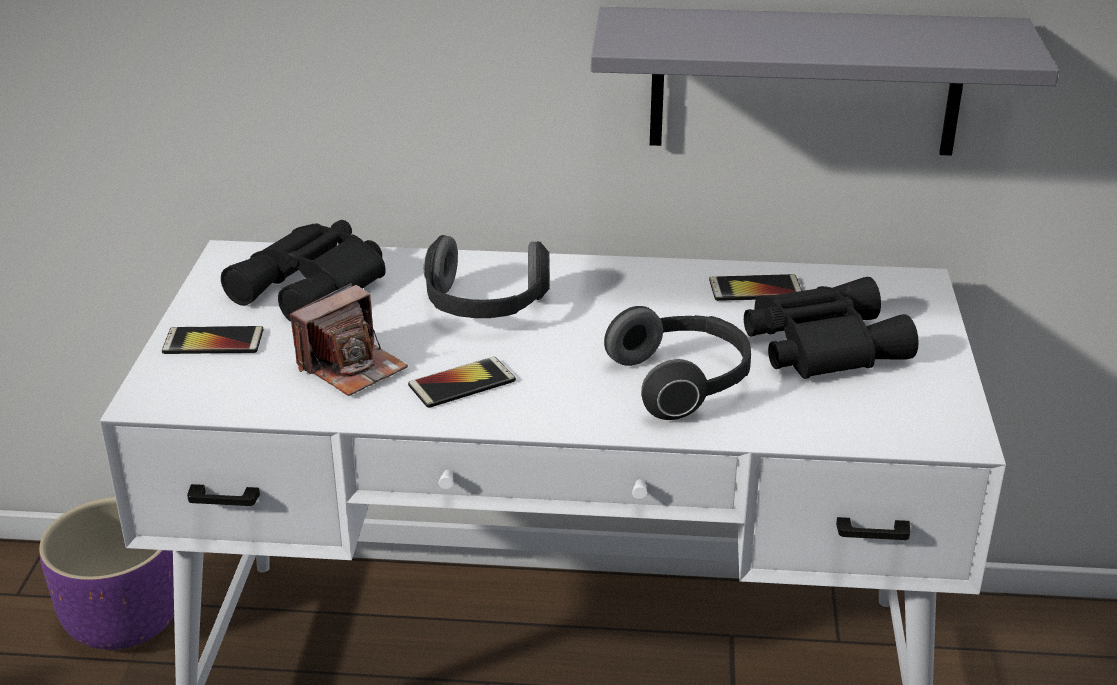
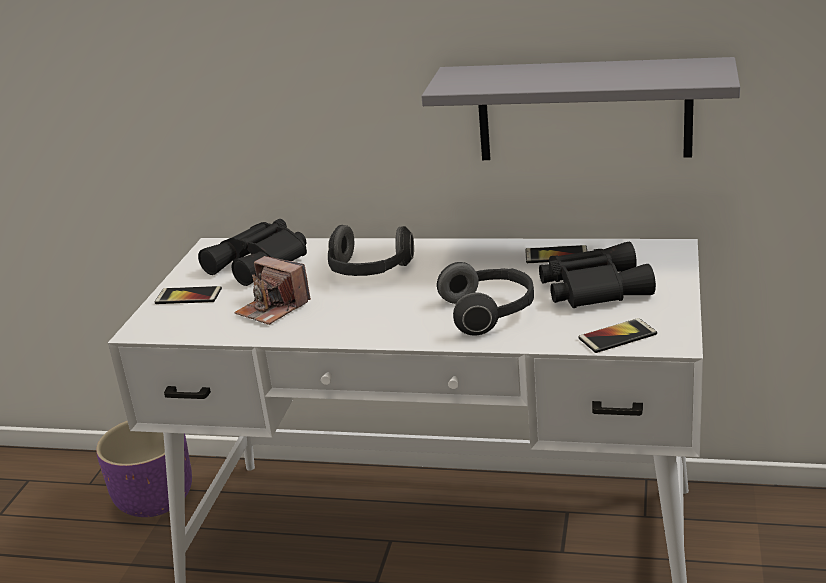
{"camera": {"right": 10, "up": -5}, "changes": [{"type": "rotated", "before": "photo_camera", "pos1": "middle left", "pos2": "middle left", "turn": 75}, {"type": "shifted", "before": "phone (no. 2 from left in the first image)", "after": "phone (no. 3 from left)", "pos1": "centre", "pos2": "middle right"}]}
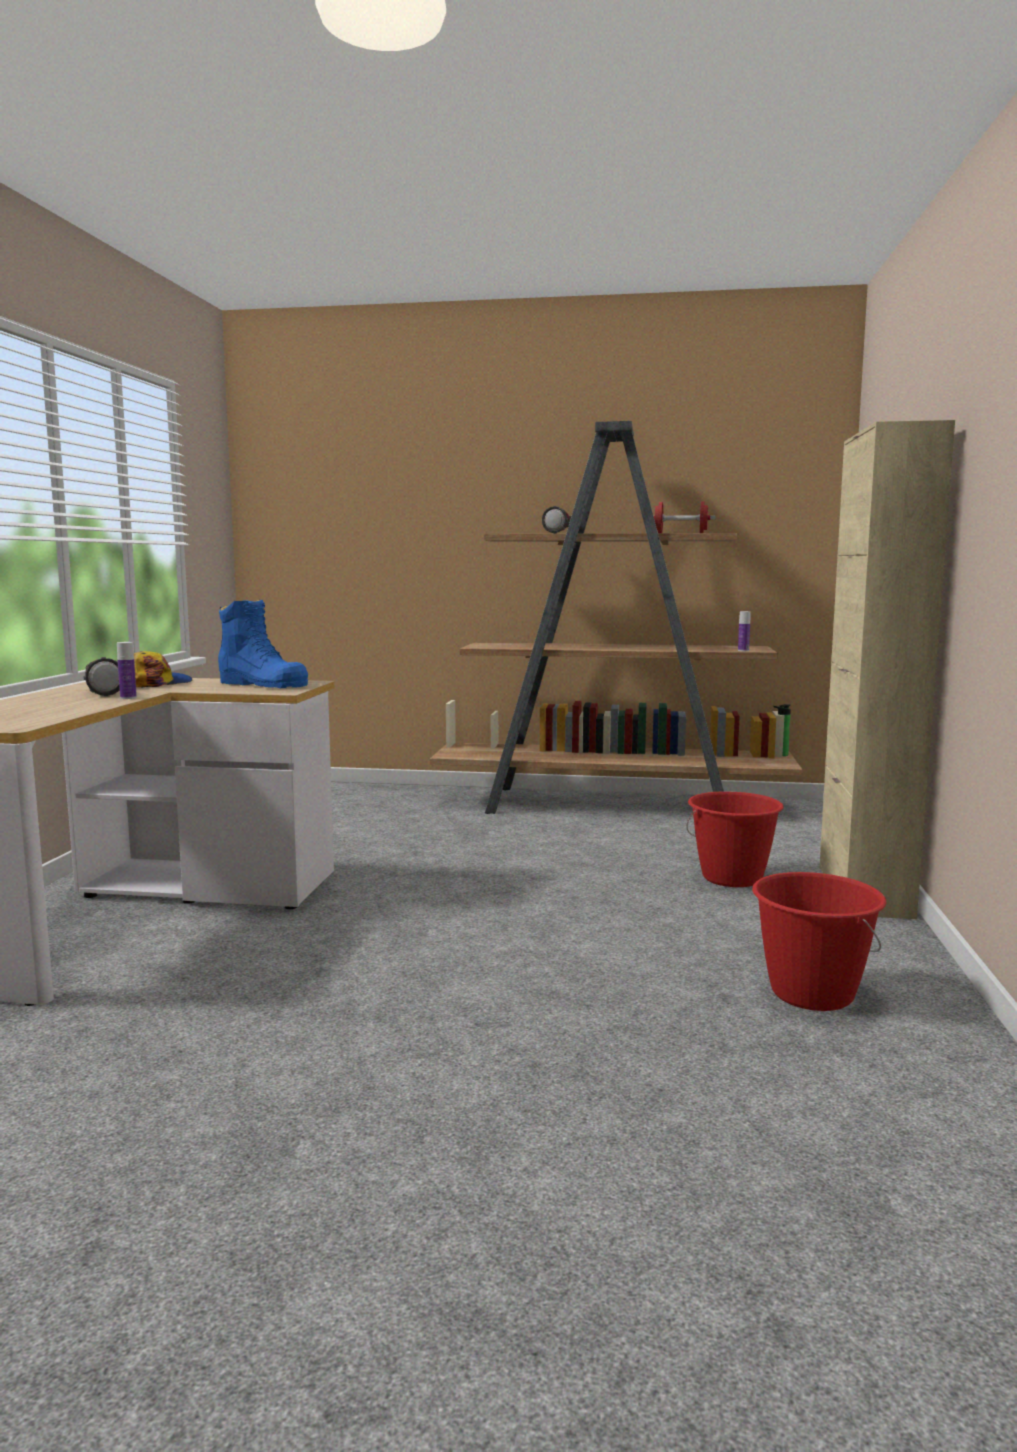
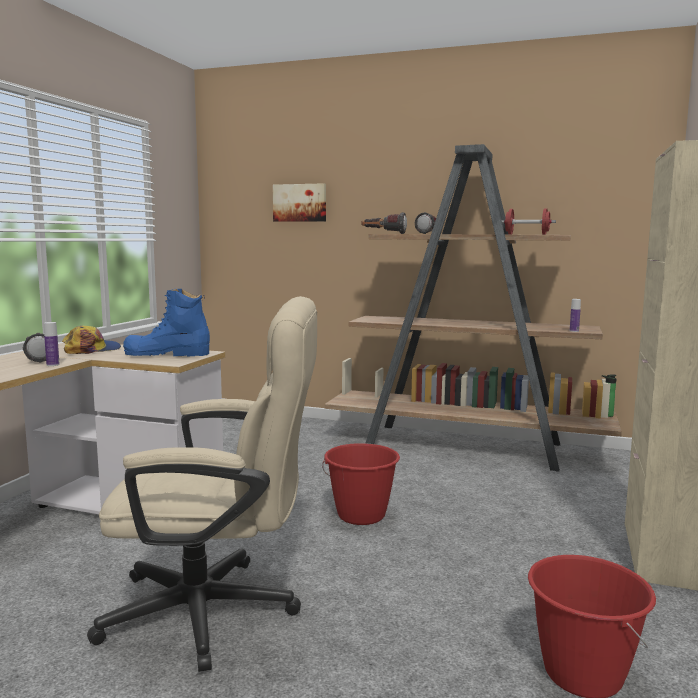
{"camera": {"right": 10, "up": 0}, "changes": [{"type": "new", "after": "beige_office_chair", "pos2": "bottom left"}, {"type": "rotated", "before": "blue_boot", "pos1": "middle left", "pos2": "middle left", "turn": 135}, {"type": "new", "after": "picture", "pos2": "top centre"}, {"type": "shifted", "before": "red_bucket (no. 1 from left)", "pos1": "middle right", "pos2": "bottom centre"}, {"type": "new", "after": "flashlight (no. 2 from left)", "pos2": "top centre"}]}
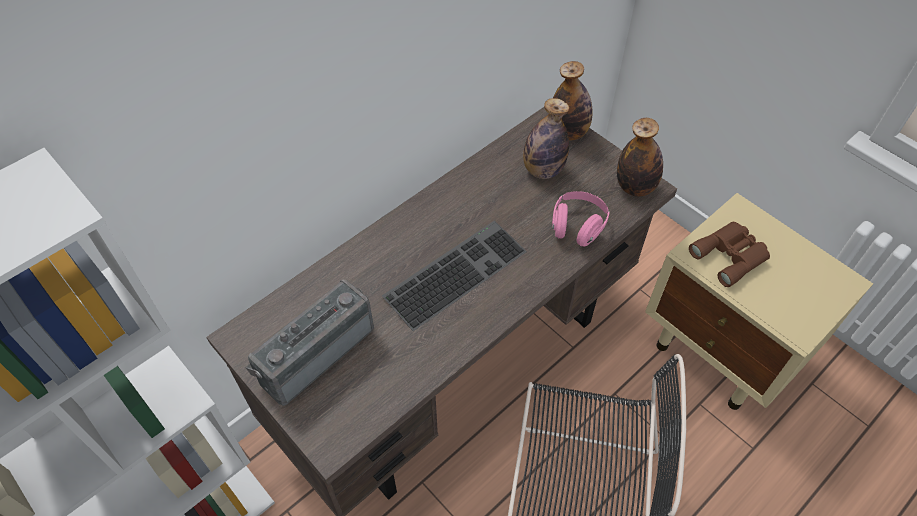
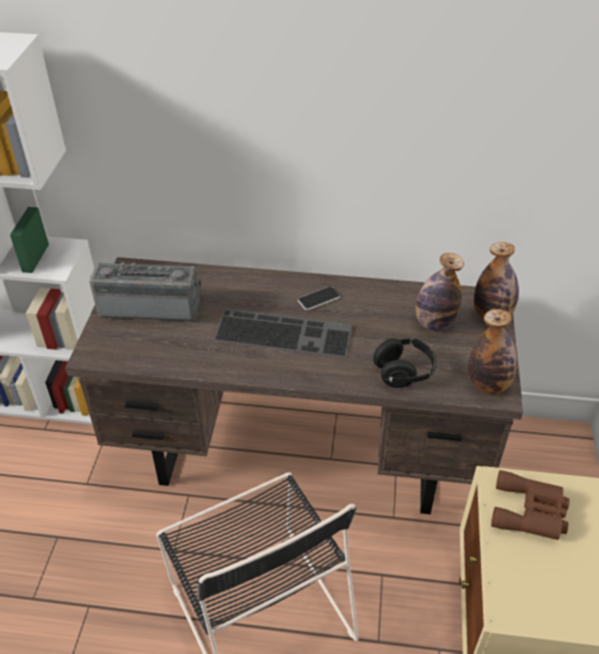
{"camera": {"right": 50, "up": -10}, "changes": [{"type": "new", "after": "phone", "pos2": "centre"}, {"type": "repainted", "before": "pink_headphones", "after": "black_headphones", "pos1": "centre", "pos2": "middle right"}]}
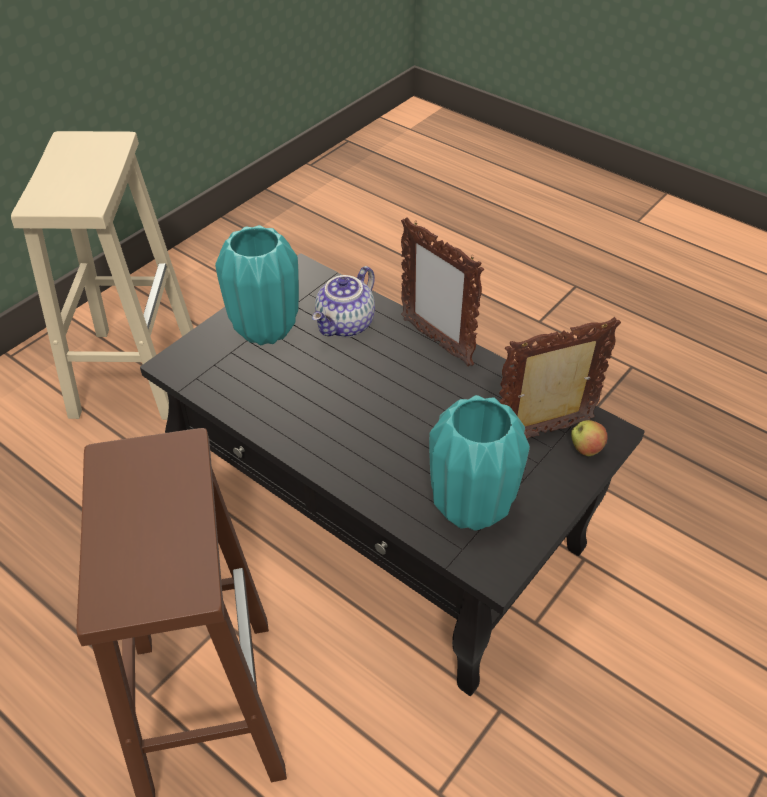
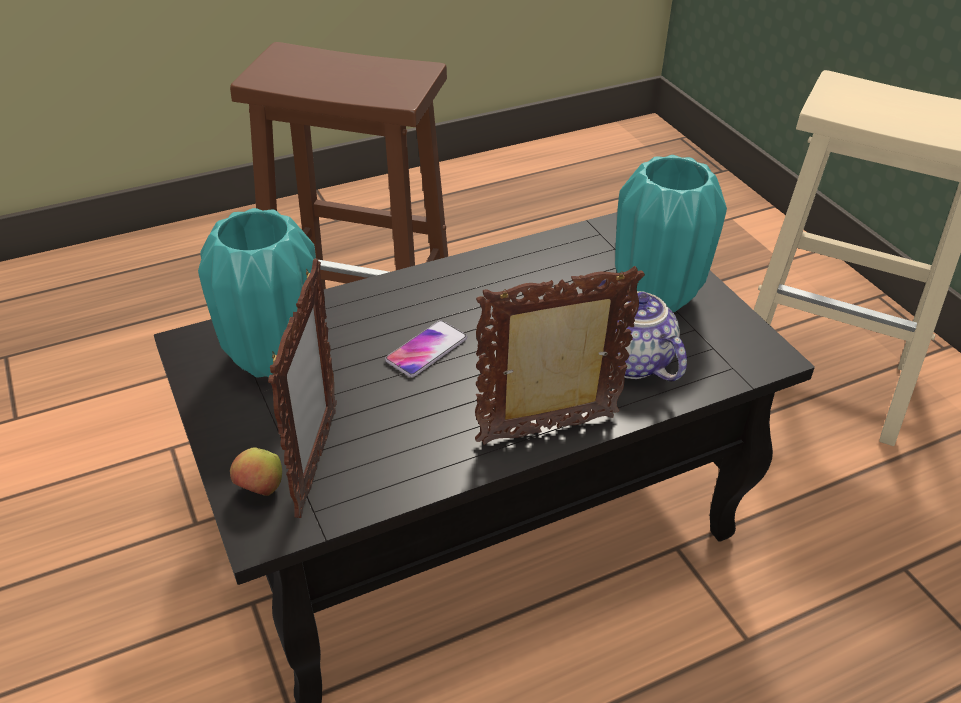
{"camera": {"right": 115, "up": -5}, "changes": [{"type": "new", "after": "phone", "pos2": "centre"}]}
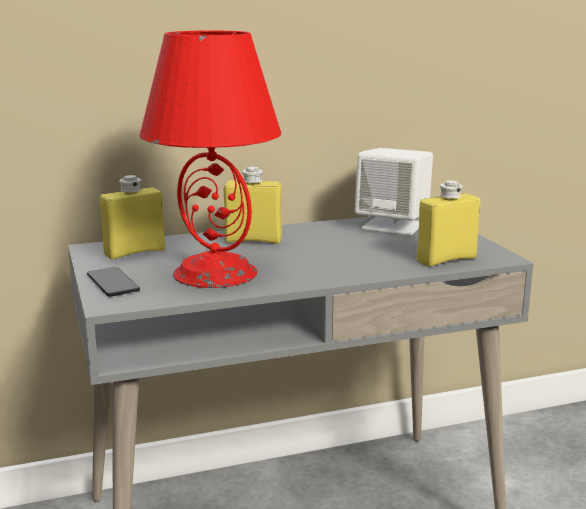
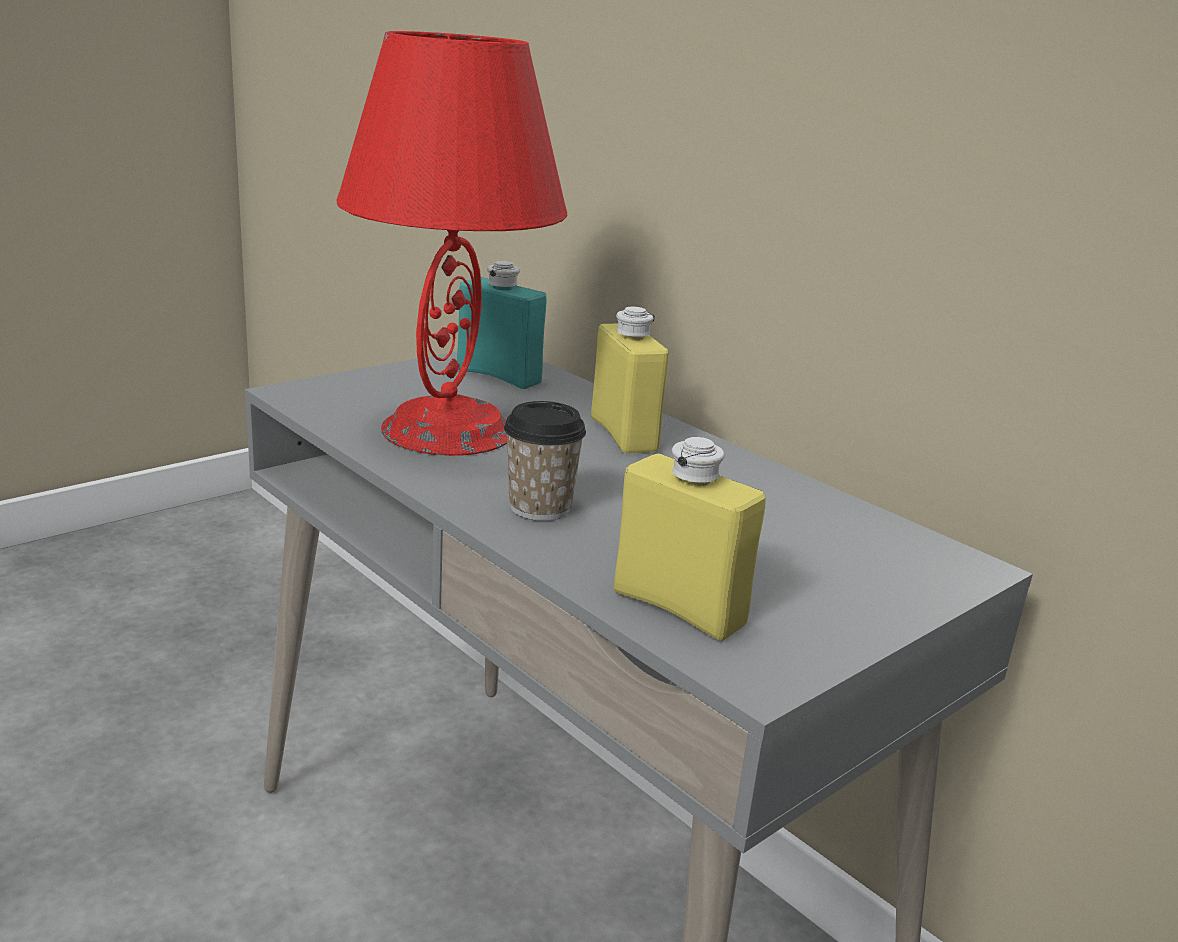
{"camera": {"right": 65, "up": 5}, "changes": [{"type": "repainted", "before": "yellow_bottle (no. 1 from left)", "after": "turquoise_bottle", "pos1": "middle left", "pos2": "centre"}, {"type": "new", "after": "cup", "pos2": "centre"}, {"type": "gone", "before": "phone", "pos1": "middle left"}, {"type": "gone", "before": "white_speaker", "pos1": "middle right"}]}
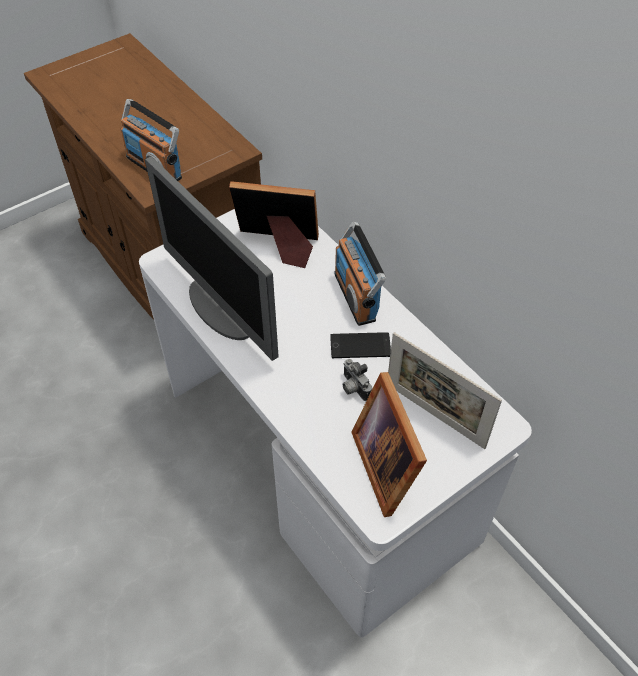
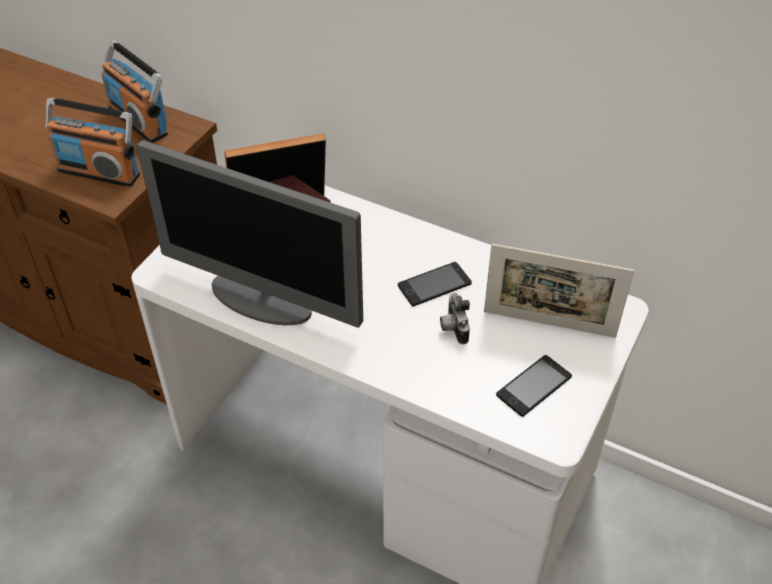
{"camera": {"right": -25, "up": -5}, "changes": [{"type": "shifted", "before": "radio (no. 2 from left)", "pos1": "centre", "pos2": "top left"}, {"type": "rotated", "before": "photo_camera", "pos1": "centre", "pos2": "centre", "turn": 45}, {"type": "swapped", "before": "picture_frame (no. 2 from left)", "after": "phone (no. 2 from left)", "pos1": "centre", "pos2": "middle right"}]}
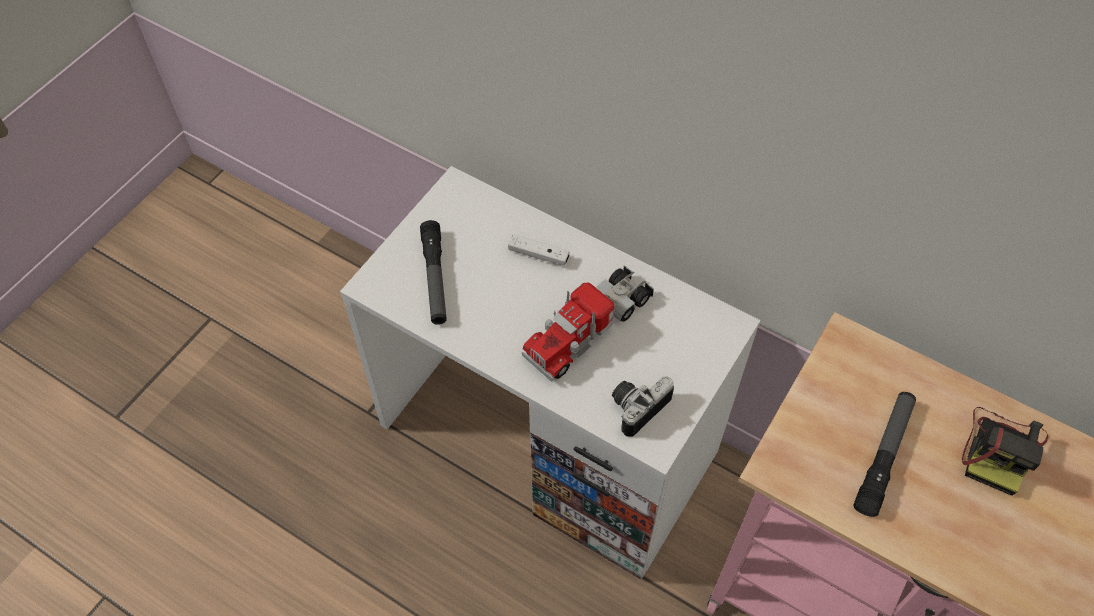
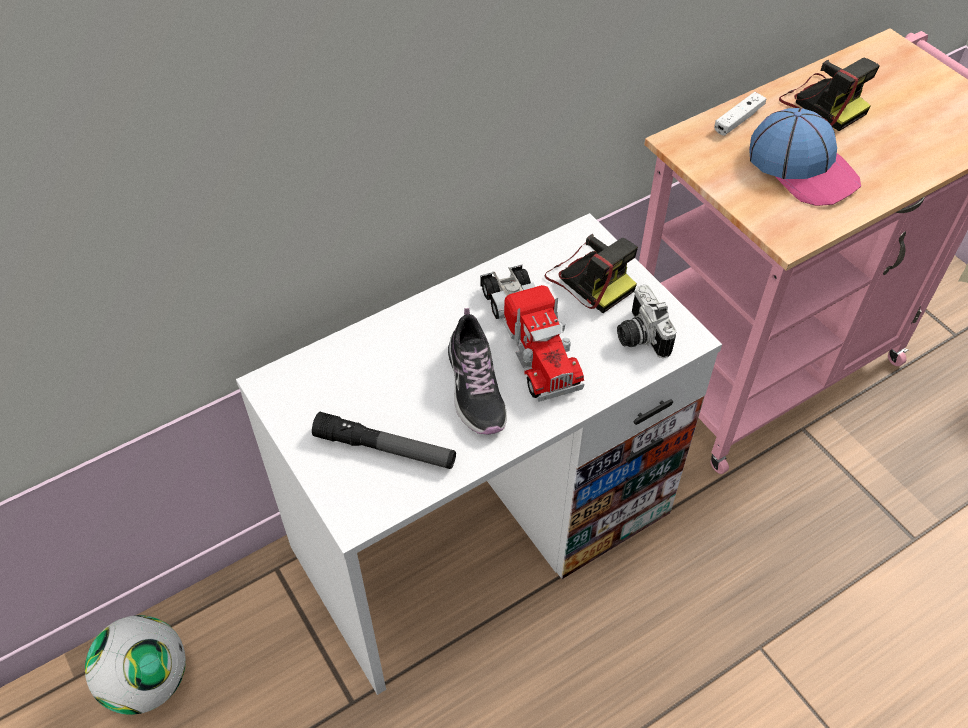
{"camera": {"right": -65, "up": -5}, "changes": [{"type": "new", "after": "football", "pos2": "bottom left"}, {"type": "new", "after": "shoe", "pos2": "centre"}, {"type": "new", "after": "photo_camera (no. 1 from left)", "pos2": "centre"}, {"type": "shifted", "before": "white_game_controller", "pos1": "centre", "pos2": "top right"}, {"type": "swapped", "before": "flashlight (no. 2 from left)", "after": "cap", "pos1": "bottom right", "pos2": "top right"}]}
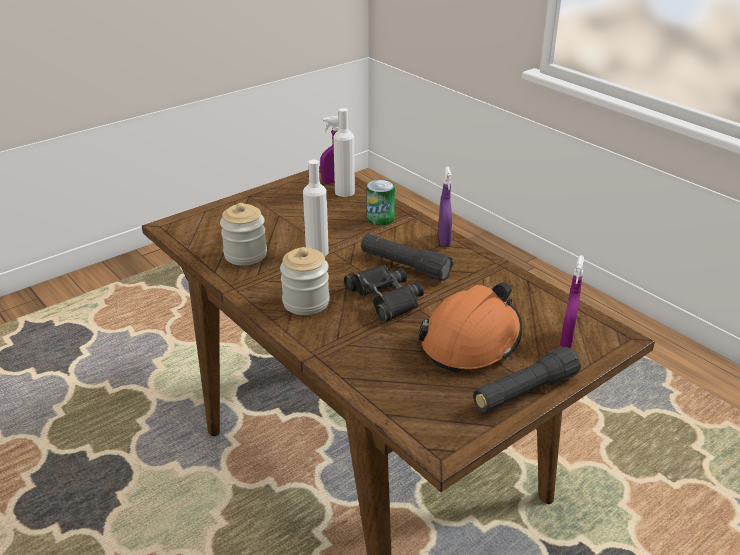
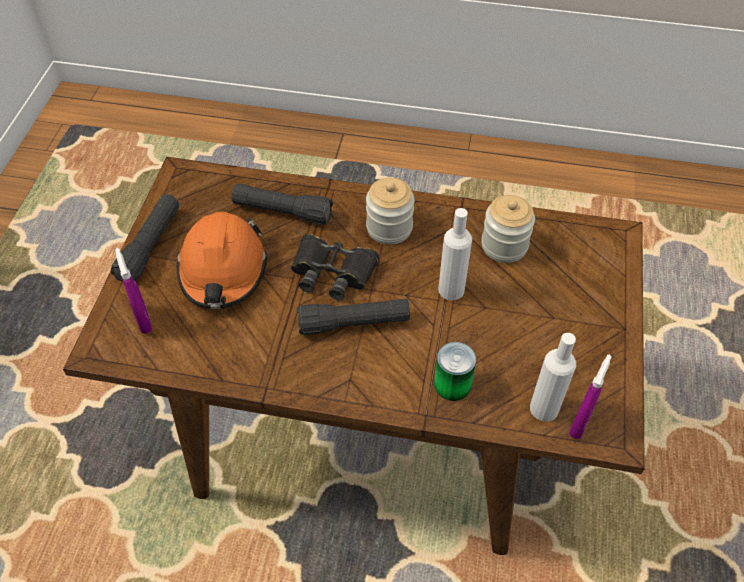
{"camera": {"right": 140, "up": 20}, "changes": [{"type": "new", "after": "black_flashlight (no. 2 from left)", "pos2": "centre"}, {"type": "gone", "before": "purple_spray_bottle (no. 2 from left)", "pos1": "centre"}]}
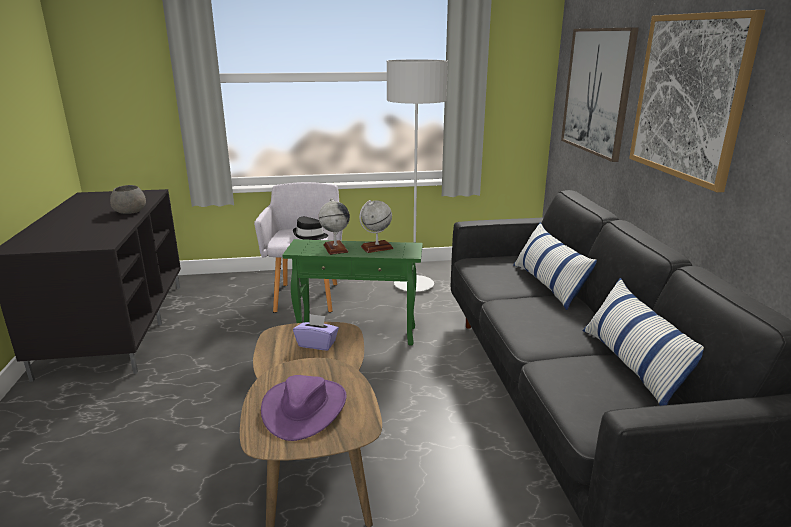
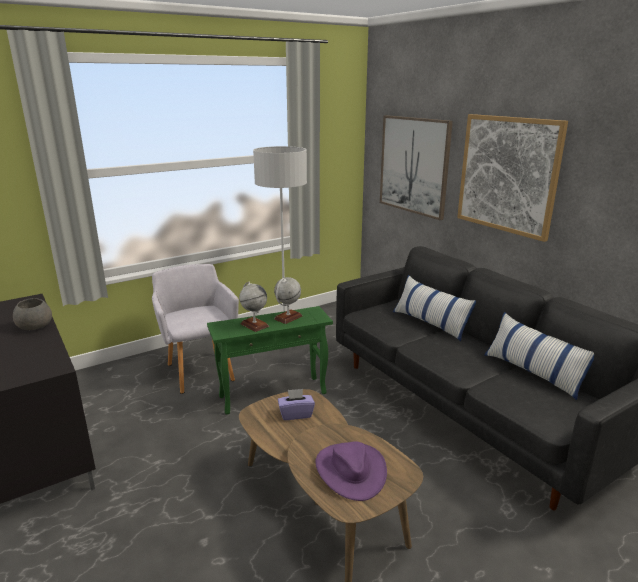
{"camera": {"right": -25, "up": 0}, "changes": [{"type": "gone", "before": "black_hat", "pos1": "centre"}]}
